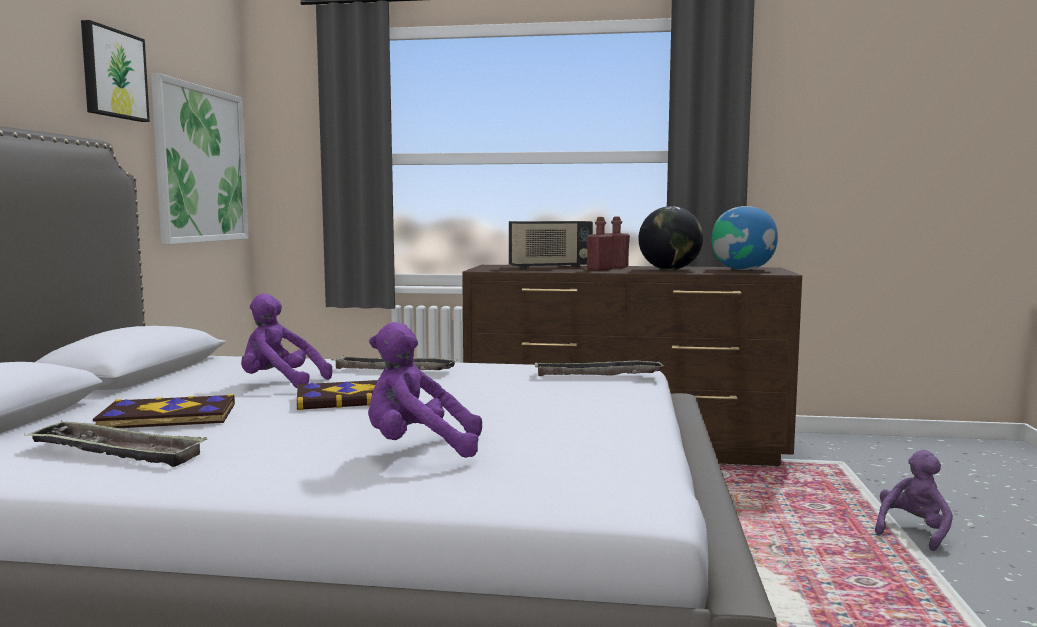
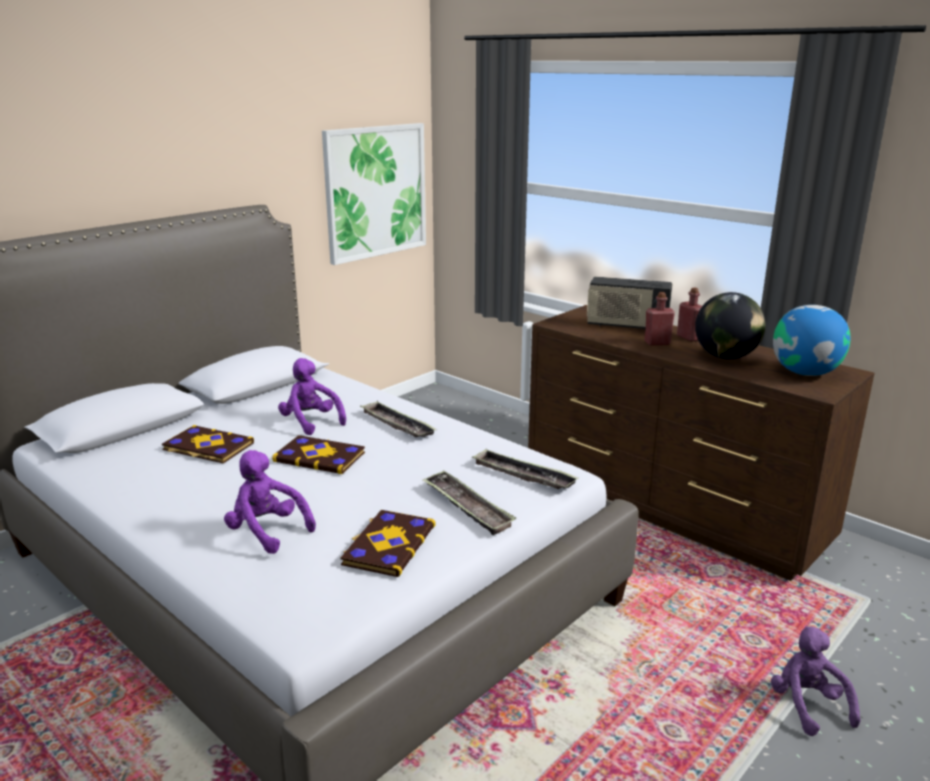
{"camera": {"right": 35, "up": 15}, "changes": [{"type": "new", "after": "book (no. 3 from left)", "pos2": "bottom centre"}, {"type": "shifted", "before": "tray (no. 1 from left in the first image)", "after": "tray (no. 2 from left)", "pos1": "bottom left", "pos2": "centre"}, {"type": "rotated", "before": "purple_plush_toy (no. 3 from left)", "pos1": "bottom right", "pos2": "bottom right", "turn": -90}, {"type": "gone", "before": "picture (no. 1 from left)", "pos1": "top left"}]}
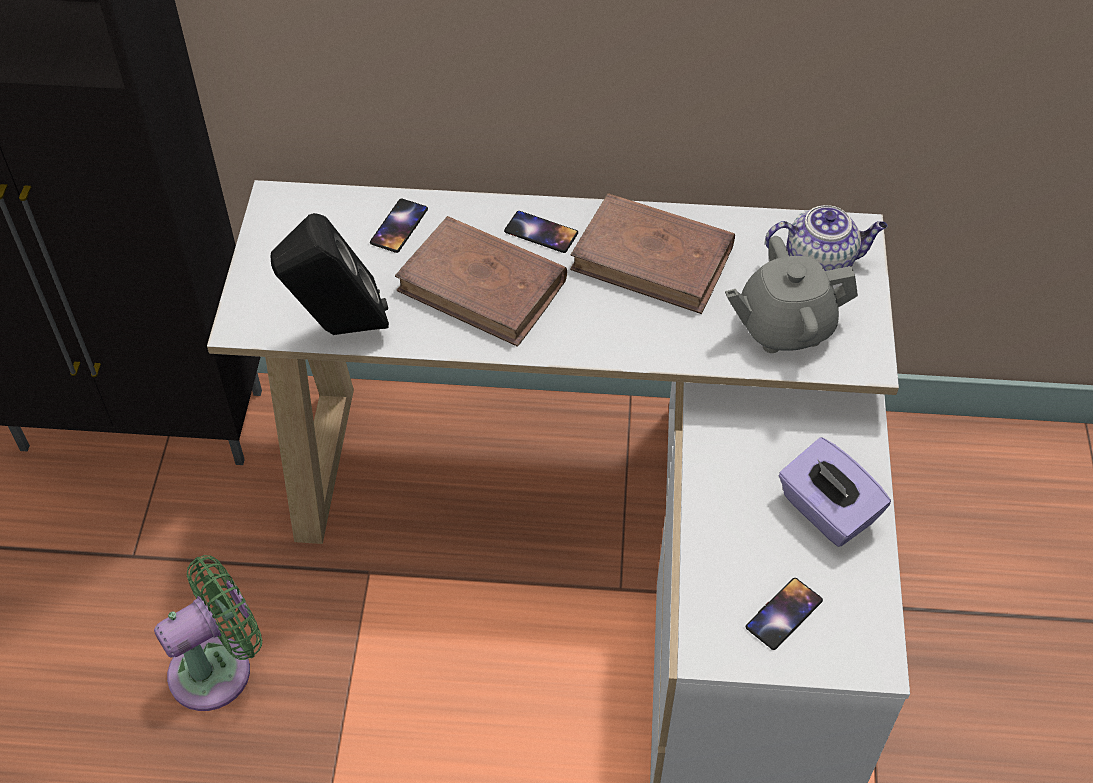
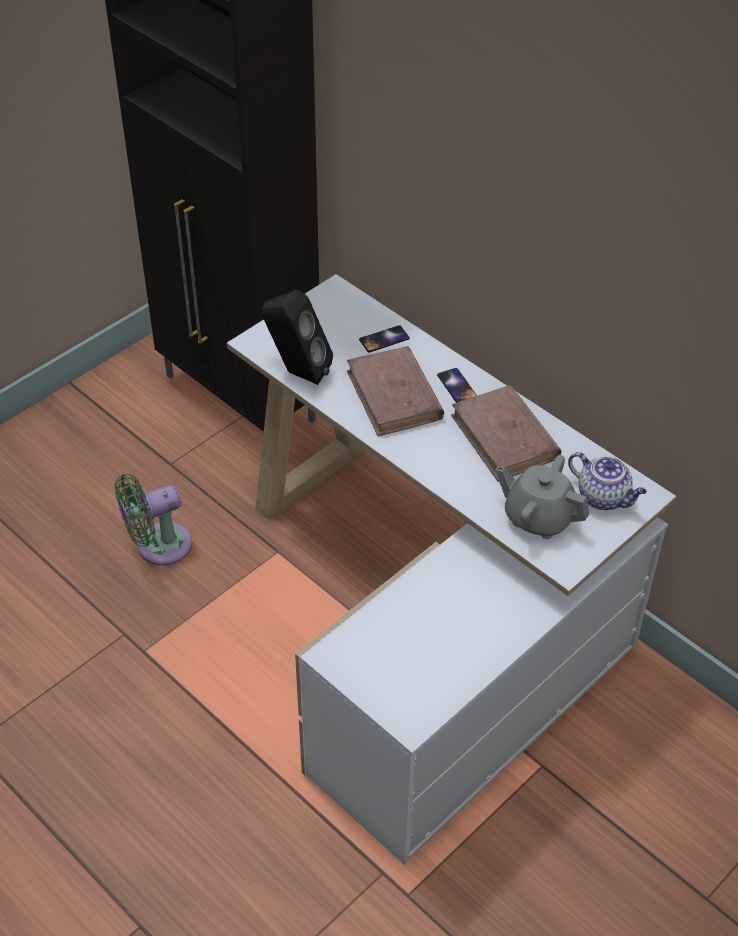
{"camera": {"right": 40, "up": -5}, "changes": [{"type": "rotated", "before": "green_fan", "pos1": "bottom left", "pos2": "middle left", "turn": 150}, {"type": "gone", "before": "phone (no. 3 from left)", "pos1": "bottom right"}, {"type": "gone", "before": "purple_tissue_box", "pos1": "middle right"}]}
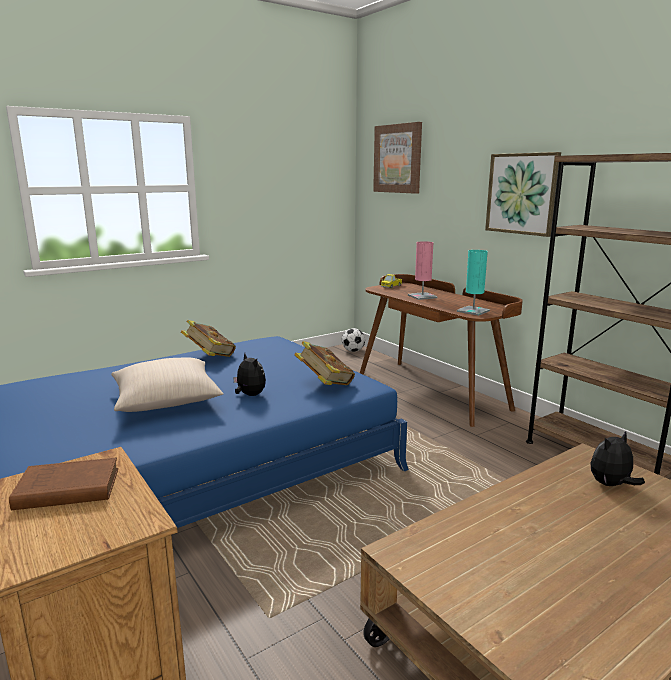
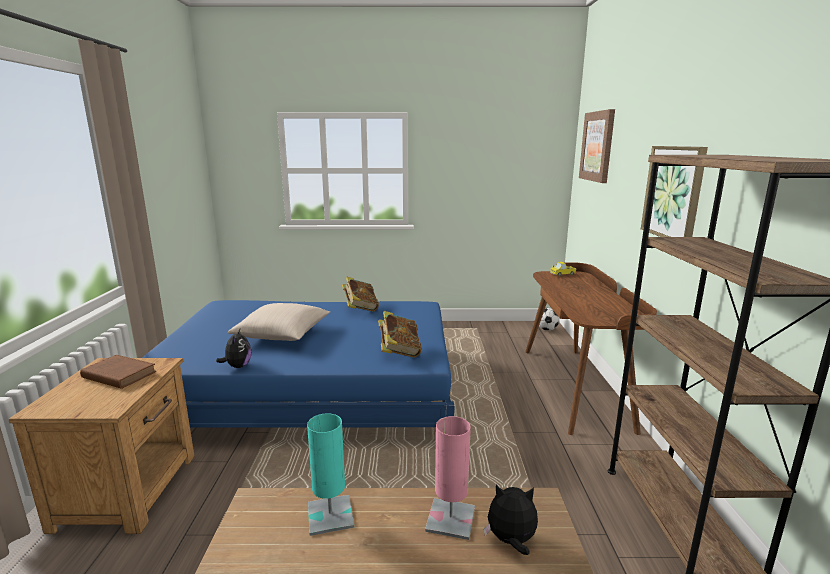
{"camera": {"right": 35, "up": 0}, "changes": [{"type": "shifted", "before": "plush_toy (no. 1 from left)", "pos1": "centre", "pos2": "middle left"}, {"type": "shifted", "before": "turquoise_table_lamp", "pos1": "middle right", "pos2": "bottom centre"}, {"type": "shifted", "before": "pink_table_lamp", "pos1": "centre", "pos2": "bottom centre"}]}
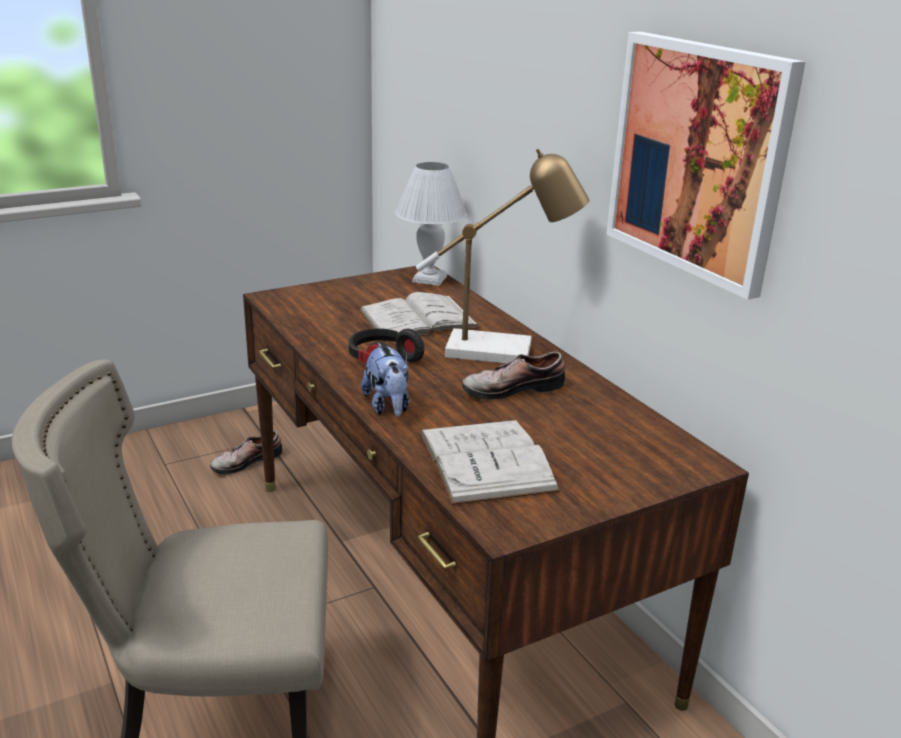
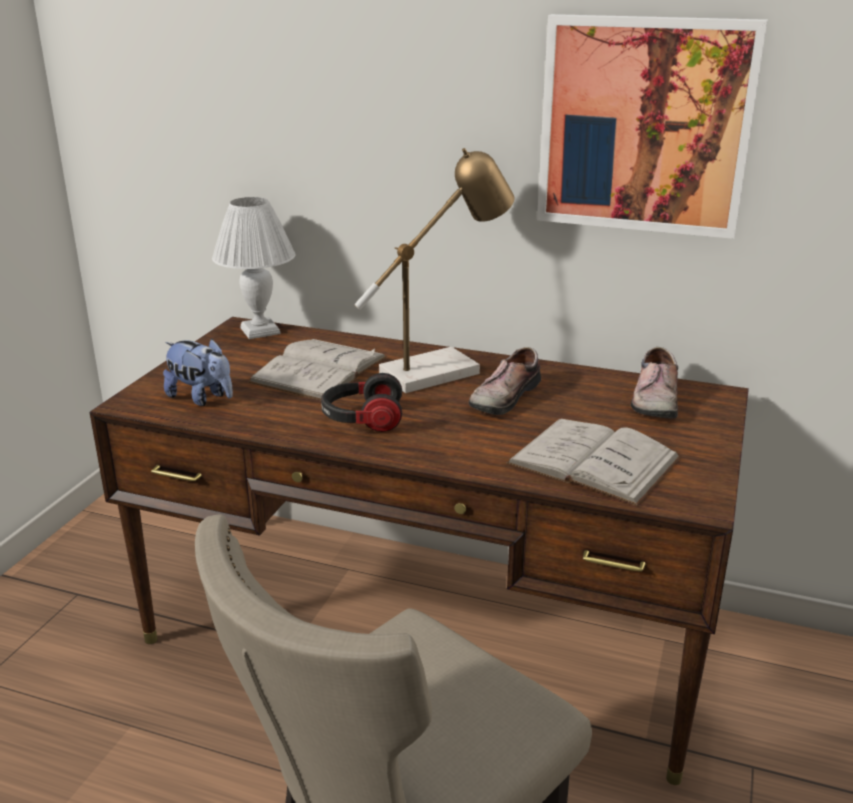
{"camera": {"right": -40, "up": 0}, "changes": [{"type": "shifted", "before": "plush_toy", "pos1": "centre", "pos2": "middle left"}, {"type": "shifted", "before": "shoe (no. 1 from left in the first image)", "after": "shoe (no. 2 from left)", "pos1": "middle left", "pos2": "middle right"}]}
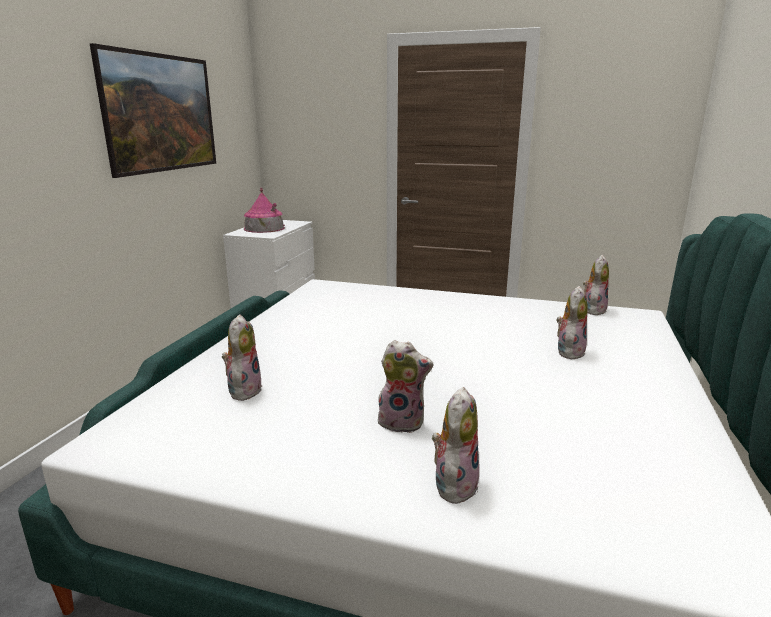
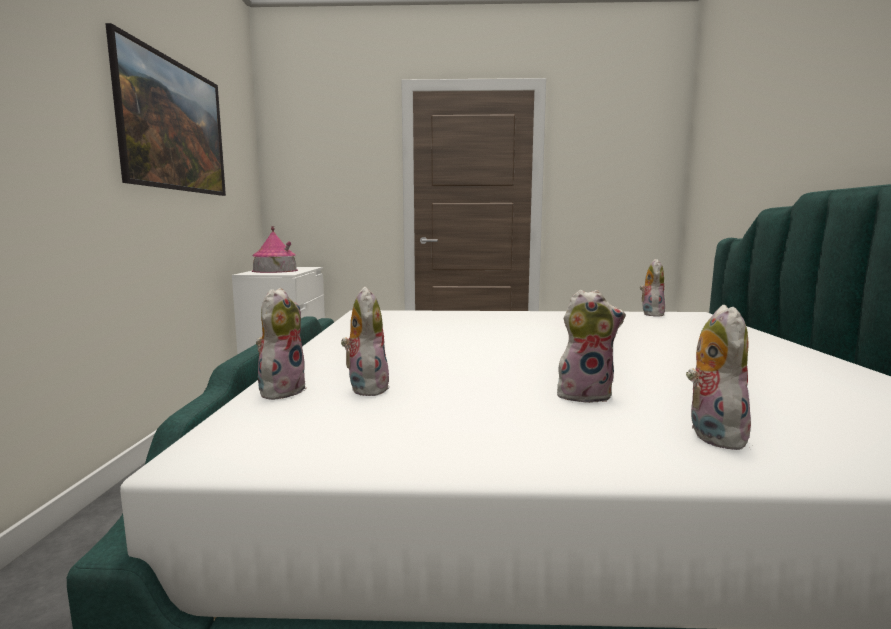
{"camera": {"right": -15, "up": -10}, "changes": [{"type": "shifted", "before": "plush_toy (no. 4 from left in the first image)", "after": "plush_toy (no. 1 from left)", "pos1": "middle right", "pos2": "middle left"}]}
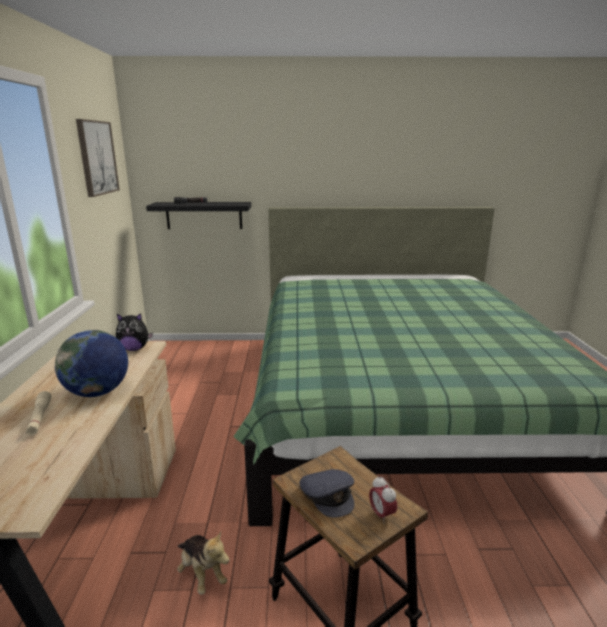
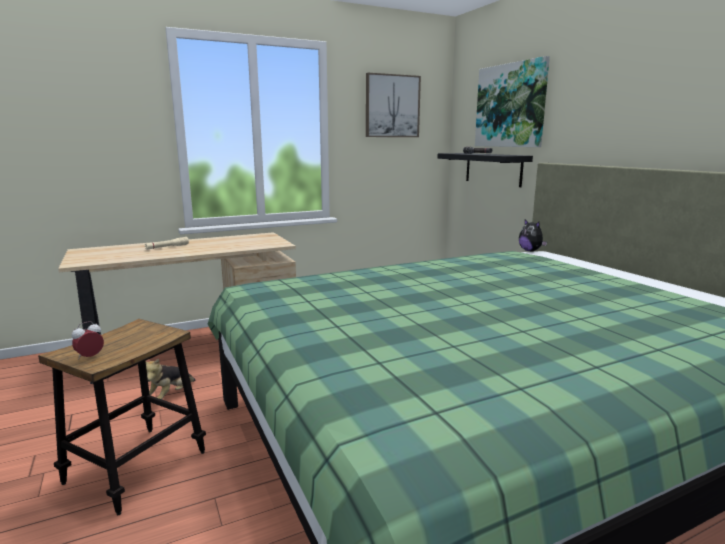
{"camera": {"right": 65, "up": -5}, "changes": [{"type": "new", "after": "picture (no. 2 from left)", "pos2": "top right"}, {"type": "shifted", "before": "plush_toy (no. 1 from left in the first image)", "after": "plush_toy (no. 2 from left)", "pos1": "middle left", "pos2": "middle right"}, {"type": "gone", "before": "globe", "pos1": "middle left"}, {"type": "gone", "before": "grey_cap", "pos1": "bottom centre"}]}
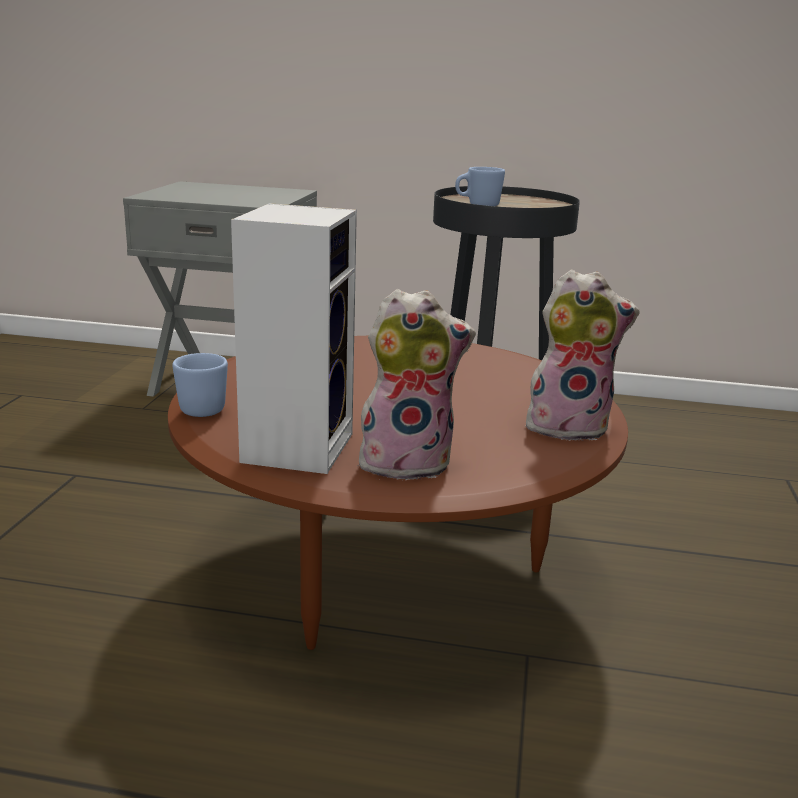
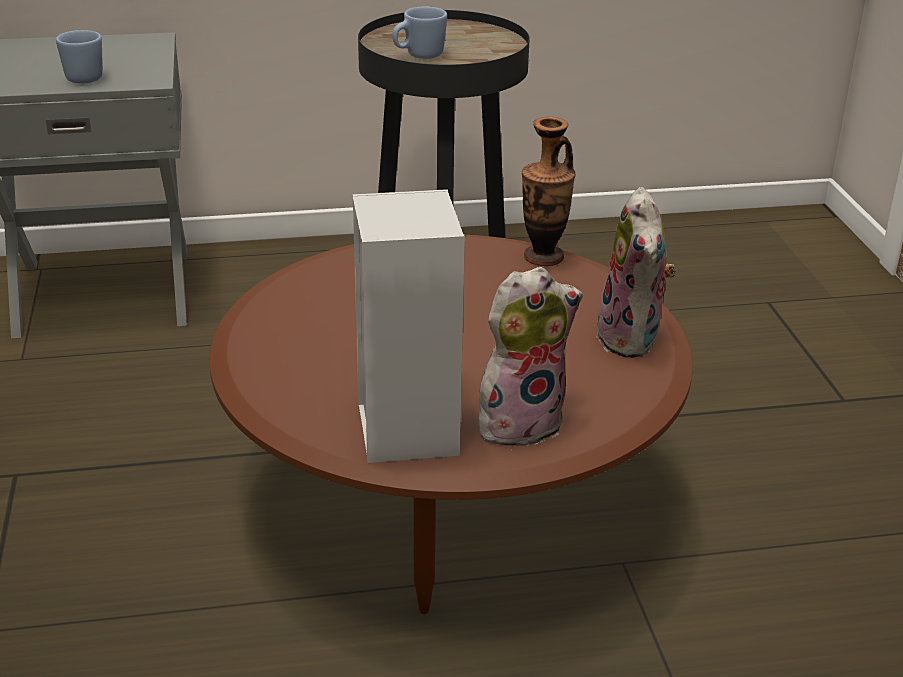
{"camera": {"right": -20, "up": 10}, "changes": [{"type": "shifted", "before": "blue_mug (no. 1 from left)", "pos1": "middle left", "pos2": "top left"}, {"type": "new", "after": "vase", "pos2": "top centre"}, {"type": "rotated", "before": "plush_toy (no. 2 from left)", "pos1": "middle right", "pos2": "middle right", "turn": 105}]}
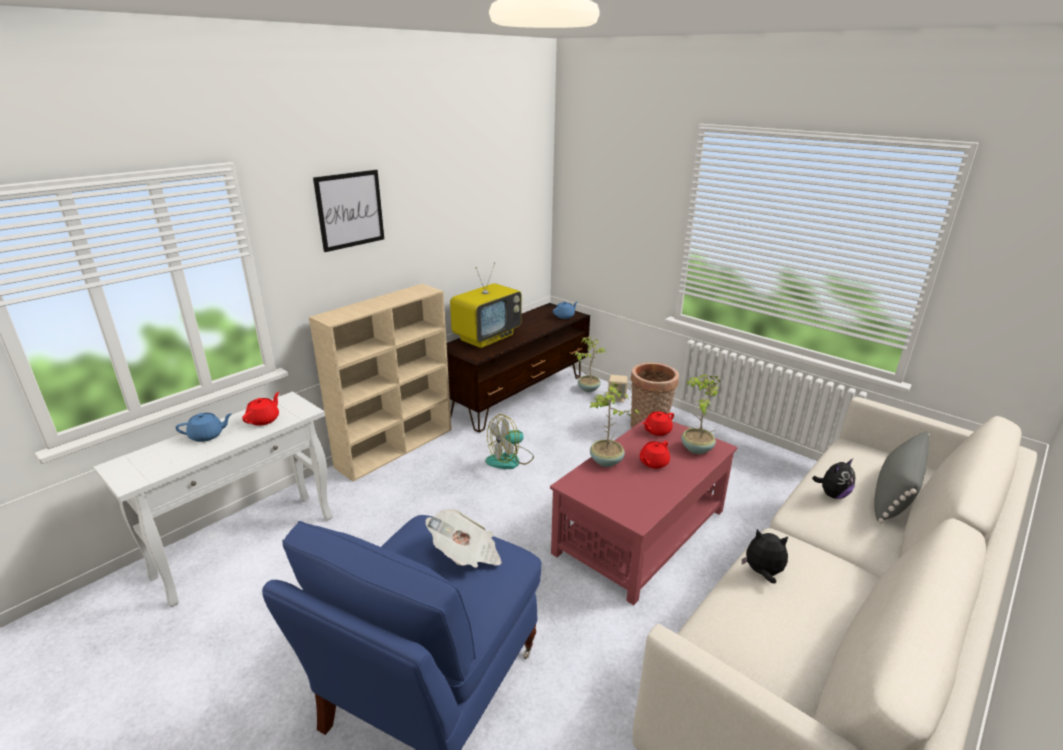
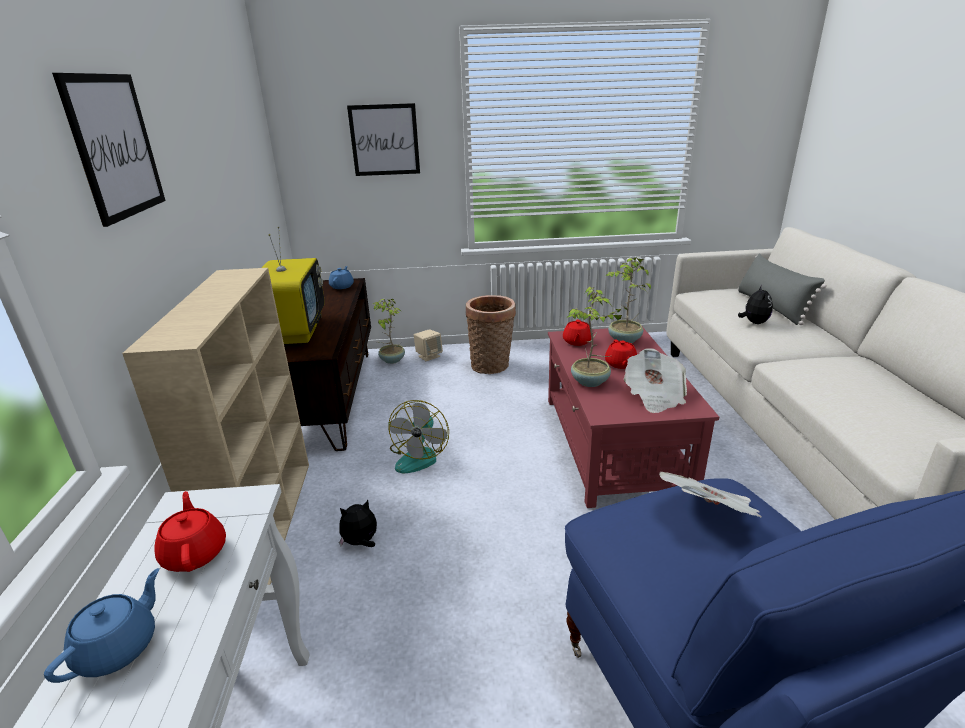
{"camera": {"right": -45, "up": 0}, "changes": [{"type": "shifted", "before": "plush_toy (no. 1 from left)", "pos1": "bottom right", "pos2": "bottom centre"}, {"type": "new", "after": "picture (no. 2 from left)", "pos2": "top centre"}, {"type": "new", "after": "newspaper (no. 1 from left)", "pos2": "middle right"}]}
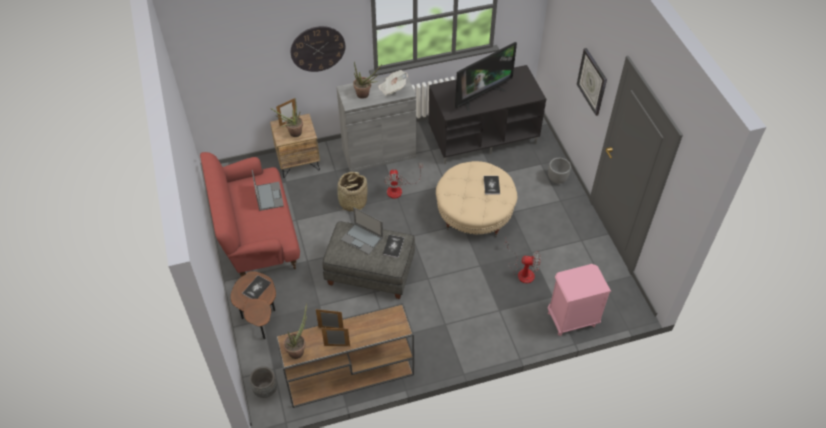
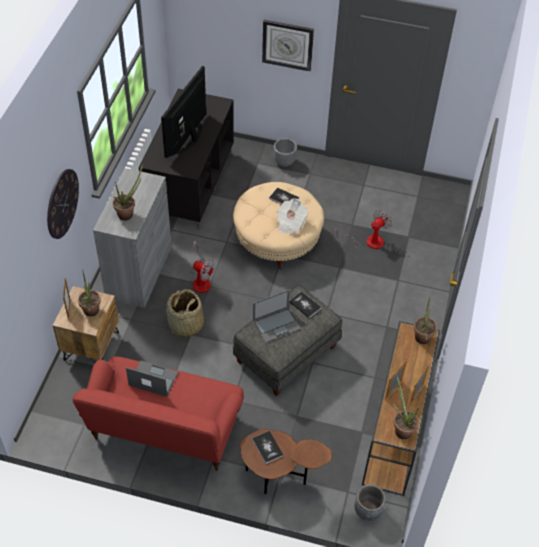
{"camera": {"right": -60, "up": 0}, "changes": [{"type": "rotated", "before": "television", "pos1": "top centre", "pos2": "top centre", "turn": -150}, {"type": "shifted", "before": "newspaper", "pos1": "top centre", "pos2": "centre"}, {"type": "new", "after": "potted_plant (no. 4 from left)", "pos2": "middle right"}, {"type": "gone", "before": "pink_nightstand", "pos1": "bottom right"}]}
